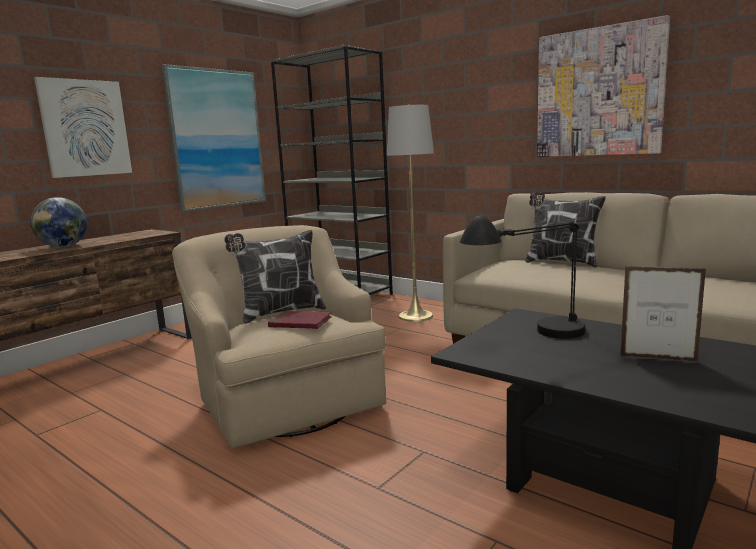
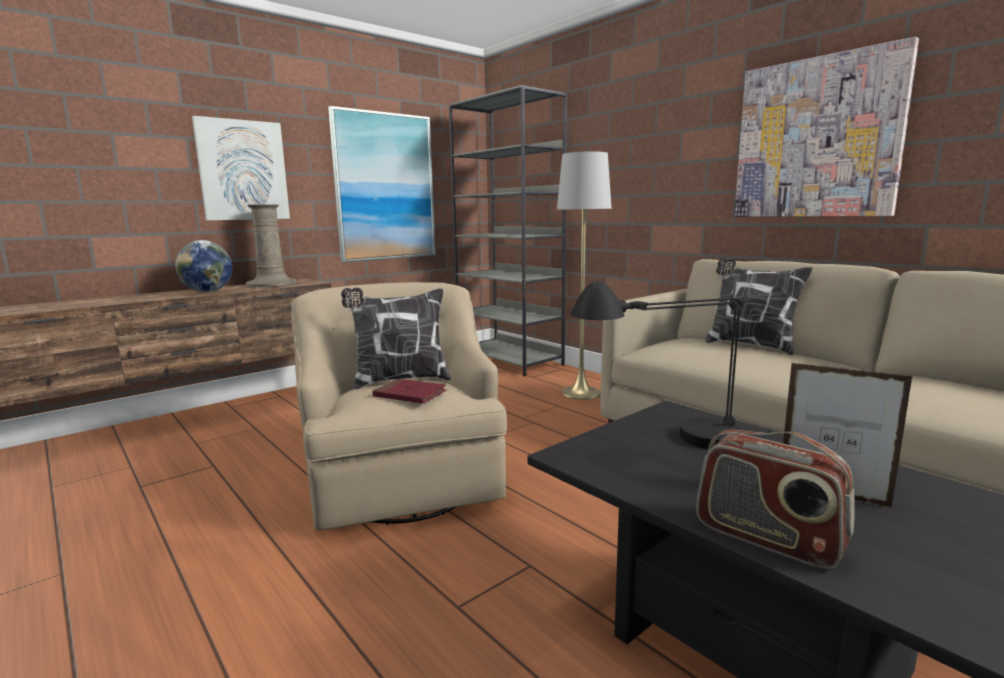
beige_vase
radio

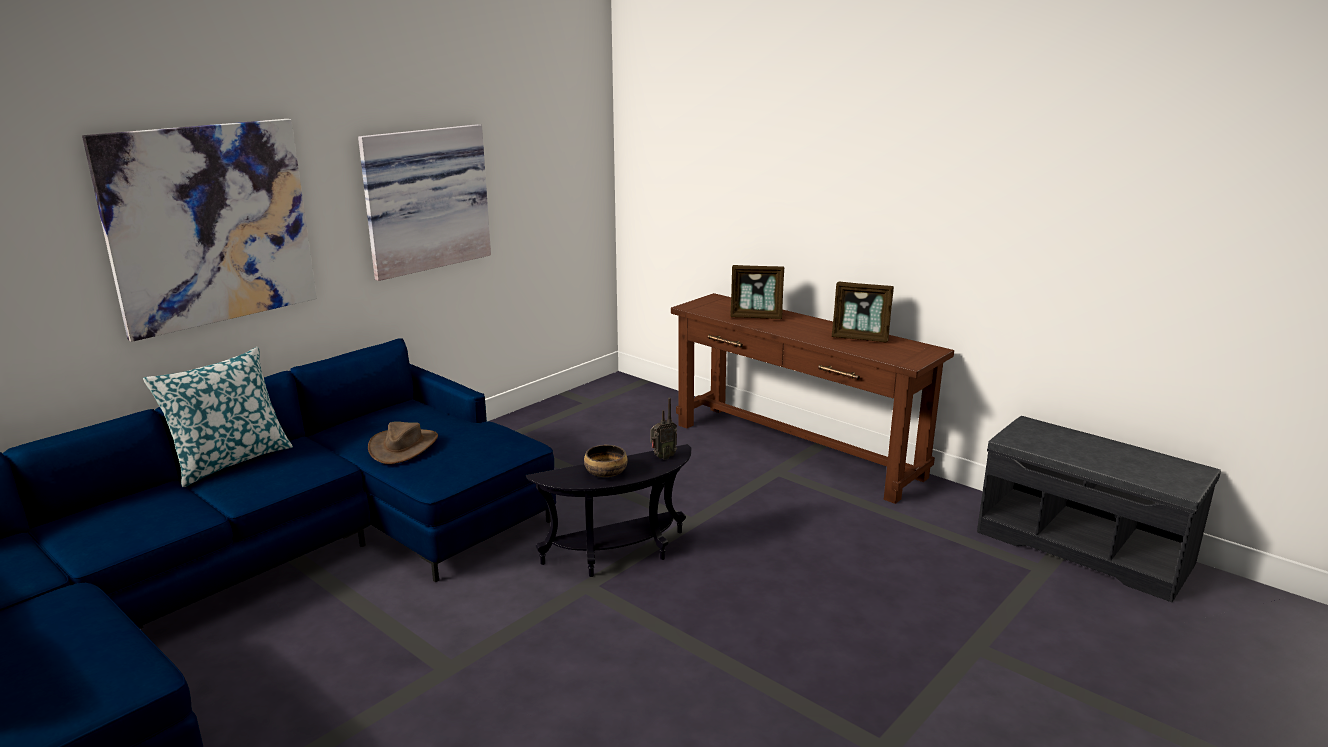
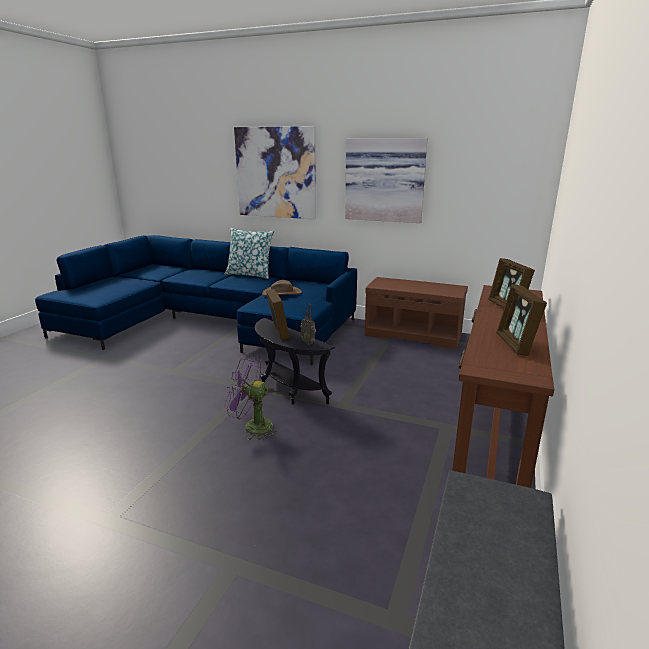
purple_fan
brown_bench
picture_frame (no. 1 from left)

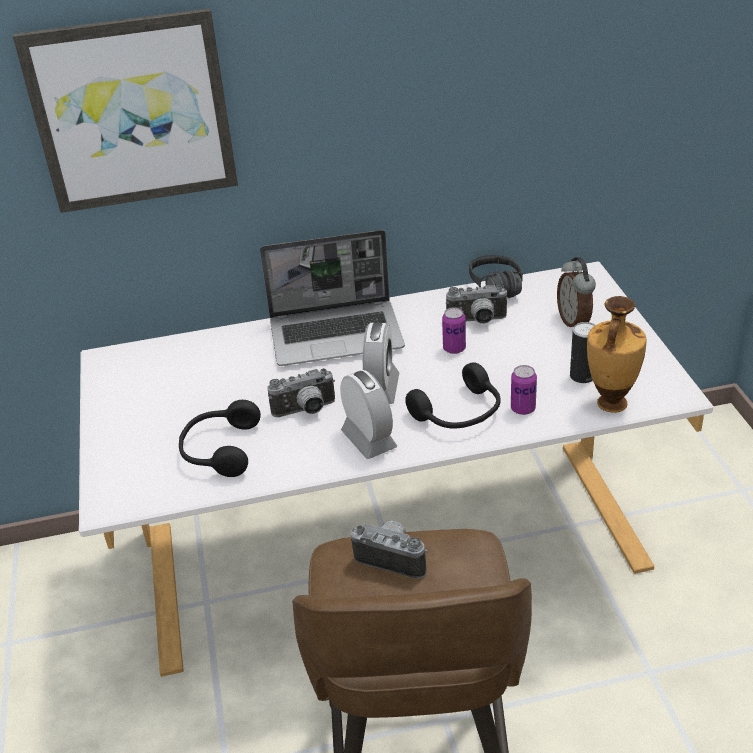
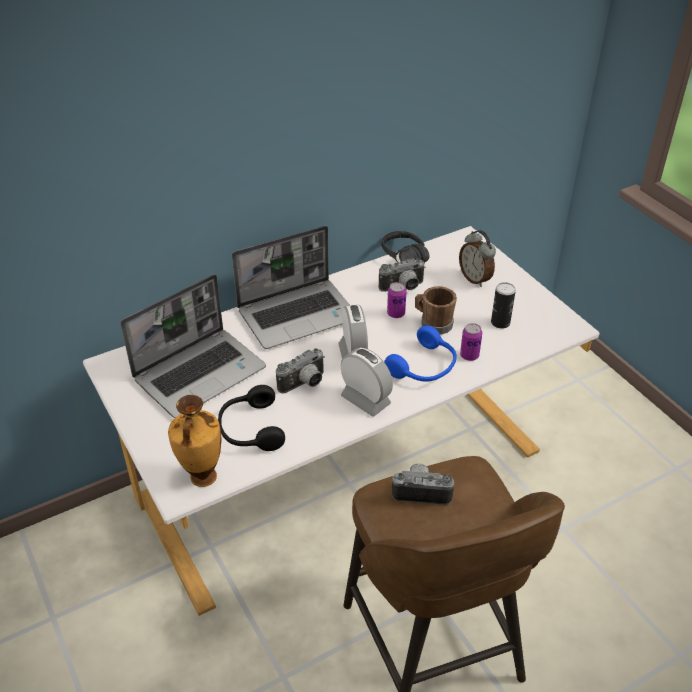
picture
laptop (no. 1 from left)
brown_mug
vase
blue_headphones

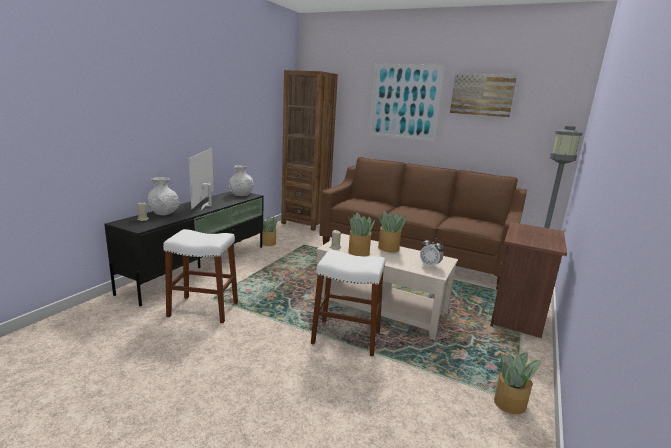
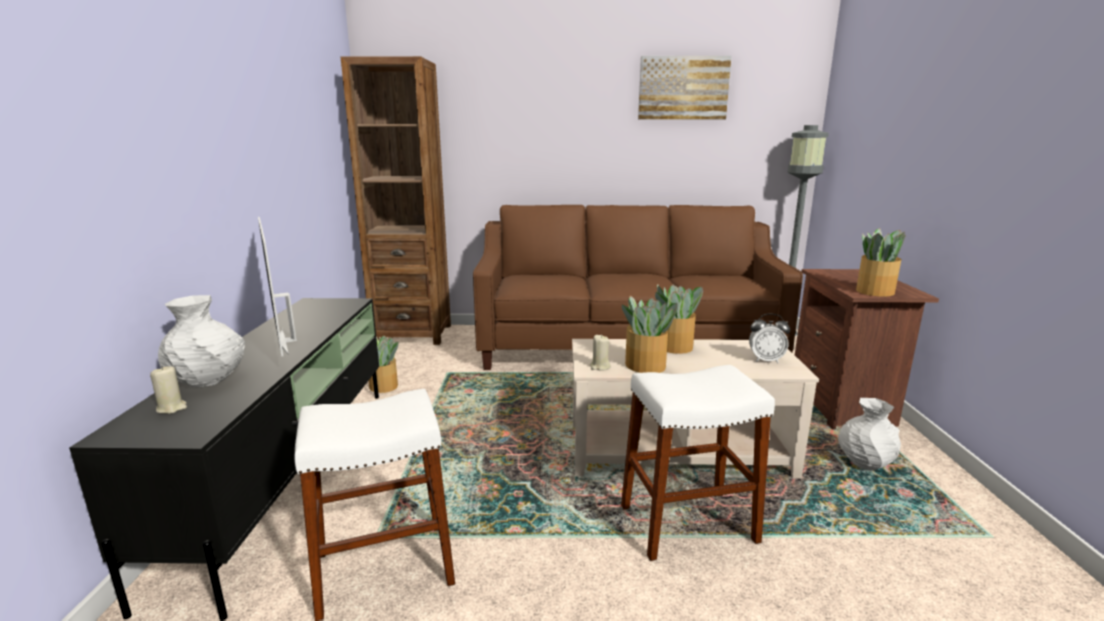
picture (no. 1 from left in the first image)
white_vase (no. 2 from left)
potted_plant (no. 4 from left)

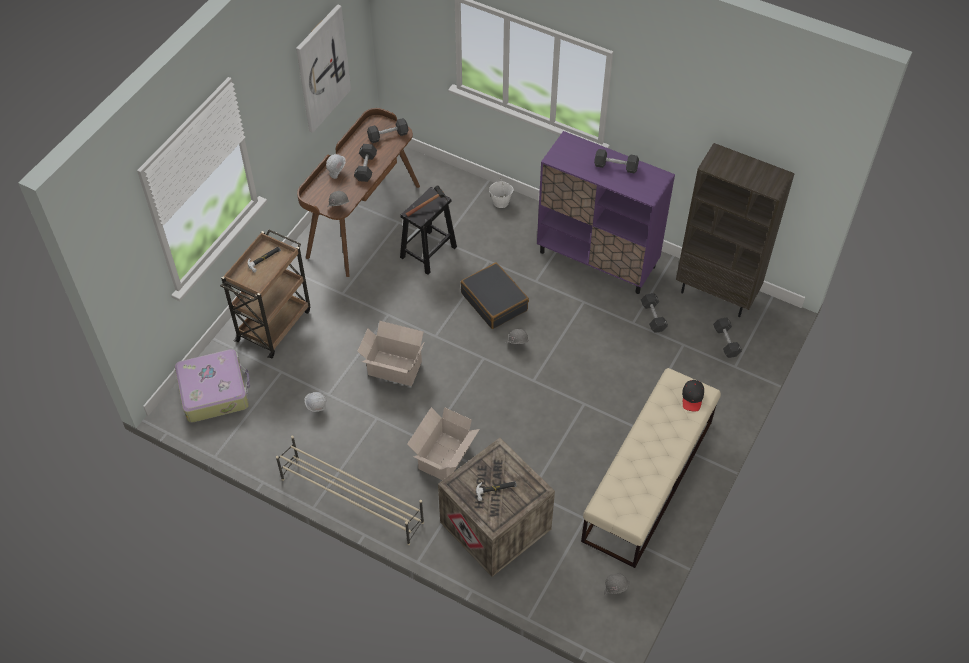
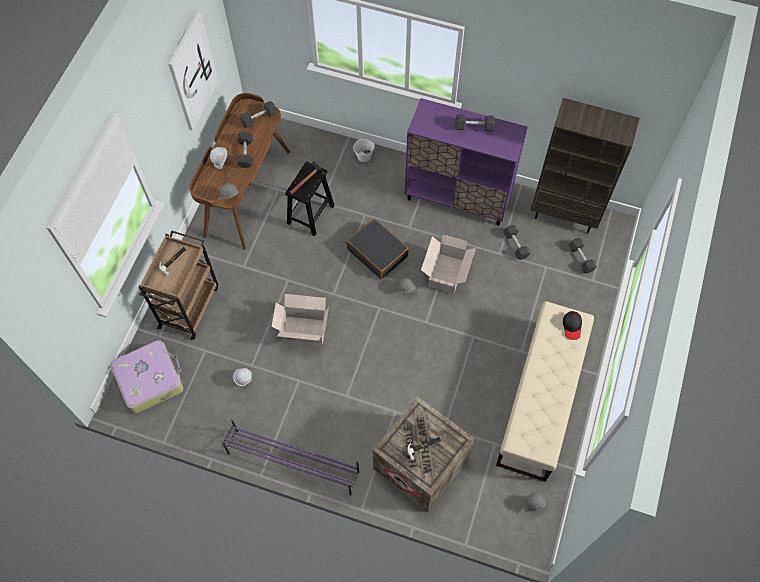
cardboard_box (no. 2 from left)
purple_shoe_rack

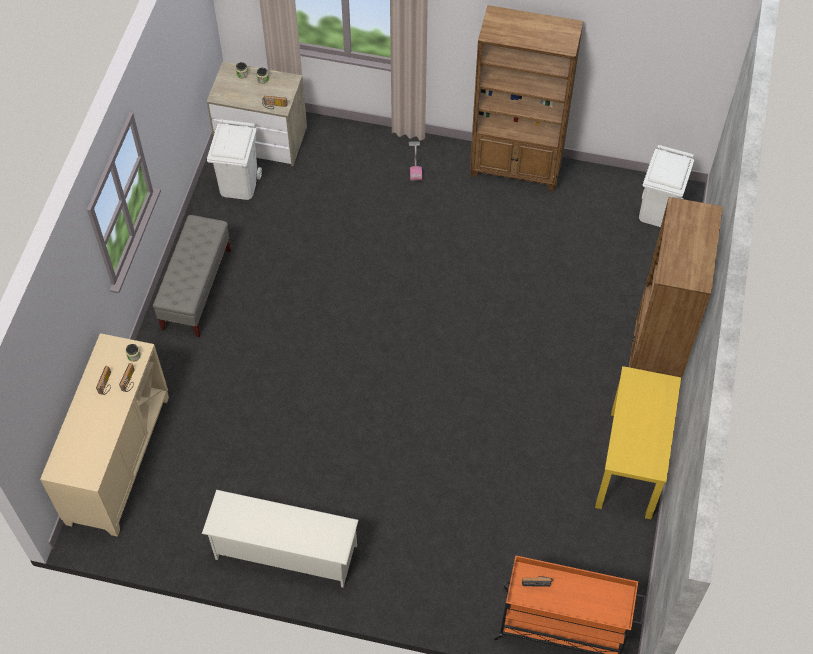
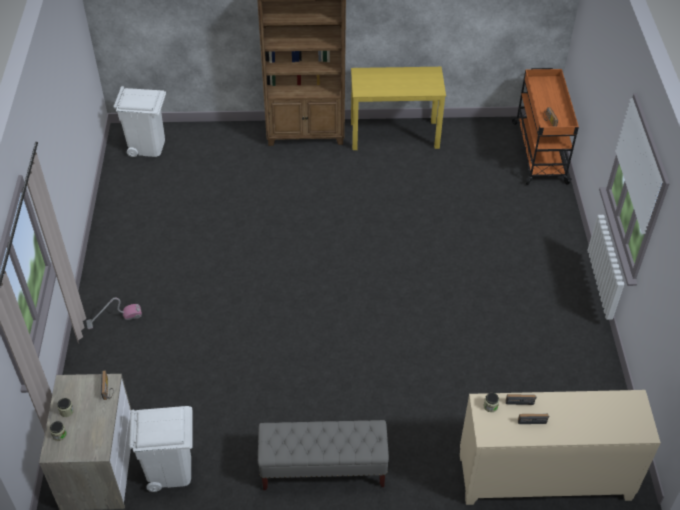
white_shoe_rack
brown_bookcase (no. 1 from left in the first image)

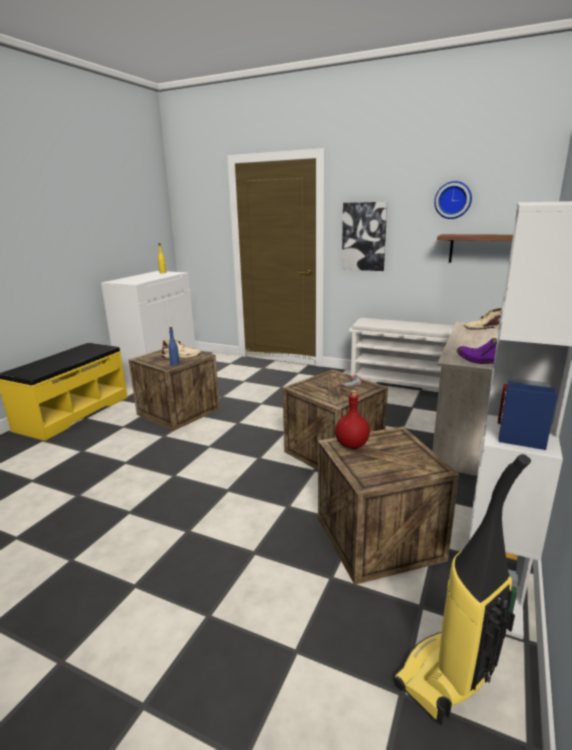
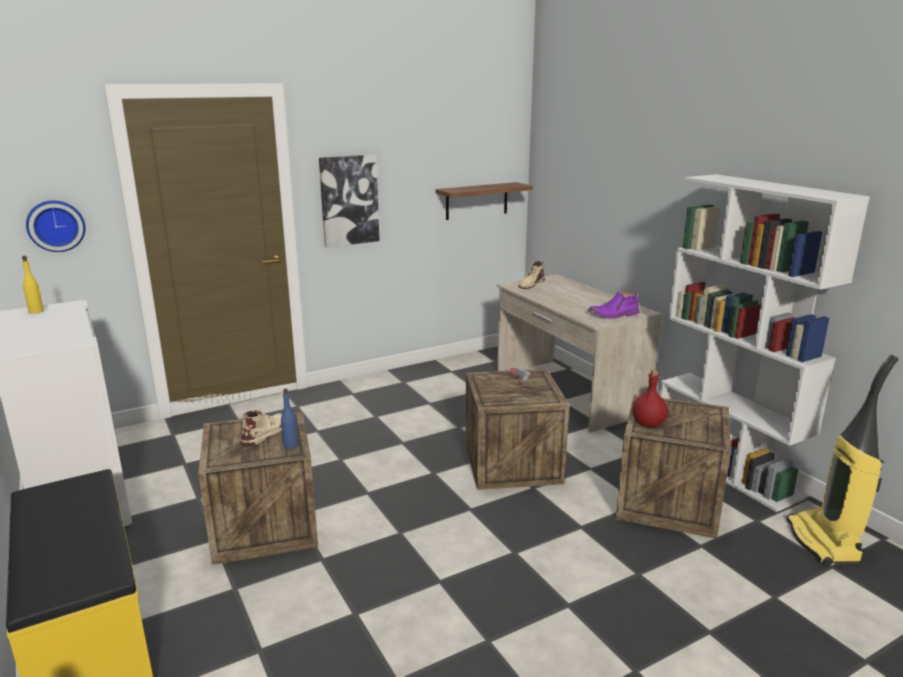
white_shoe_rack
wall_clock

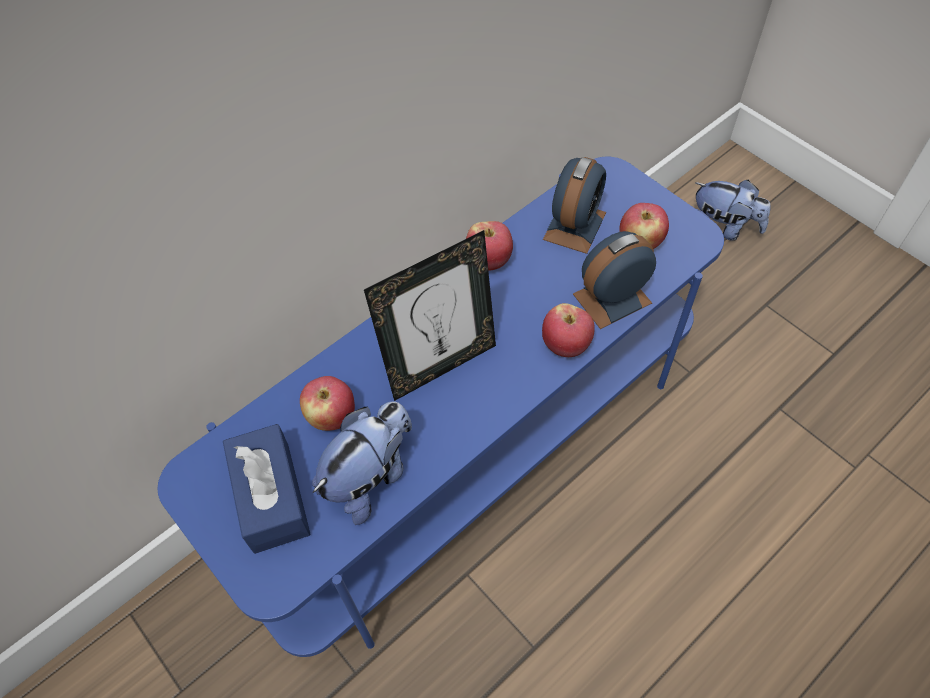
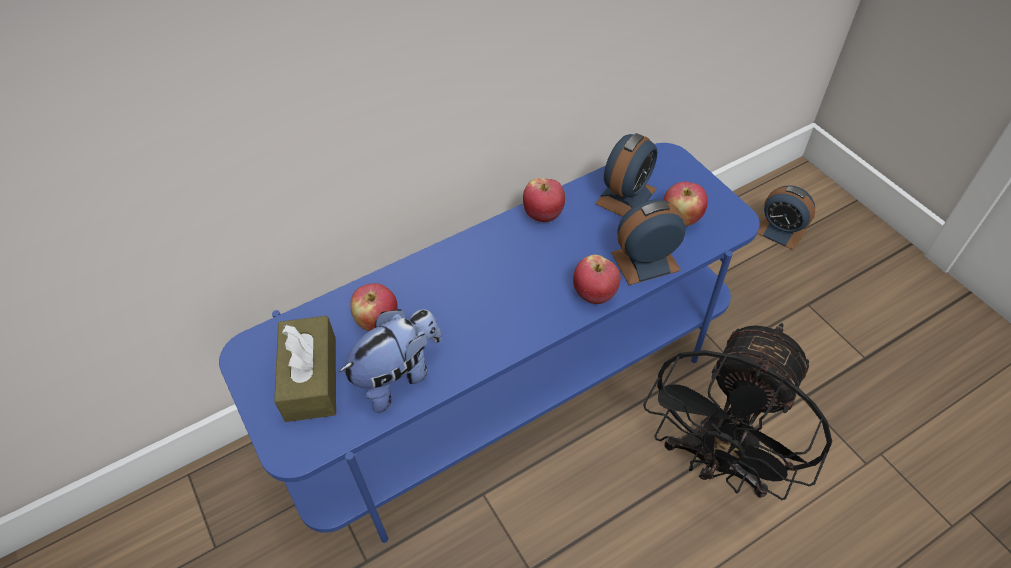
picture_frame
black_fan
alarm_clock (no. 3 from left)
brown_tissue_box

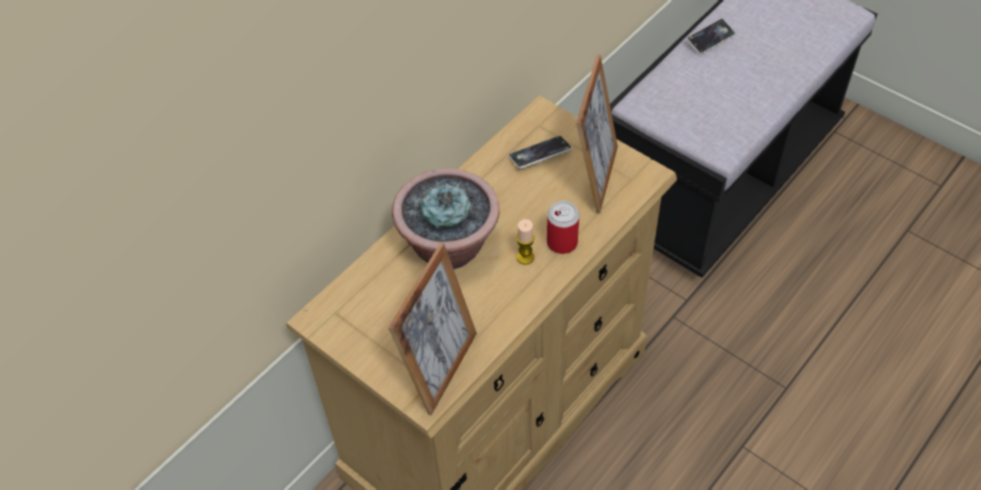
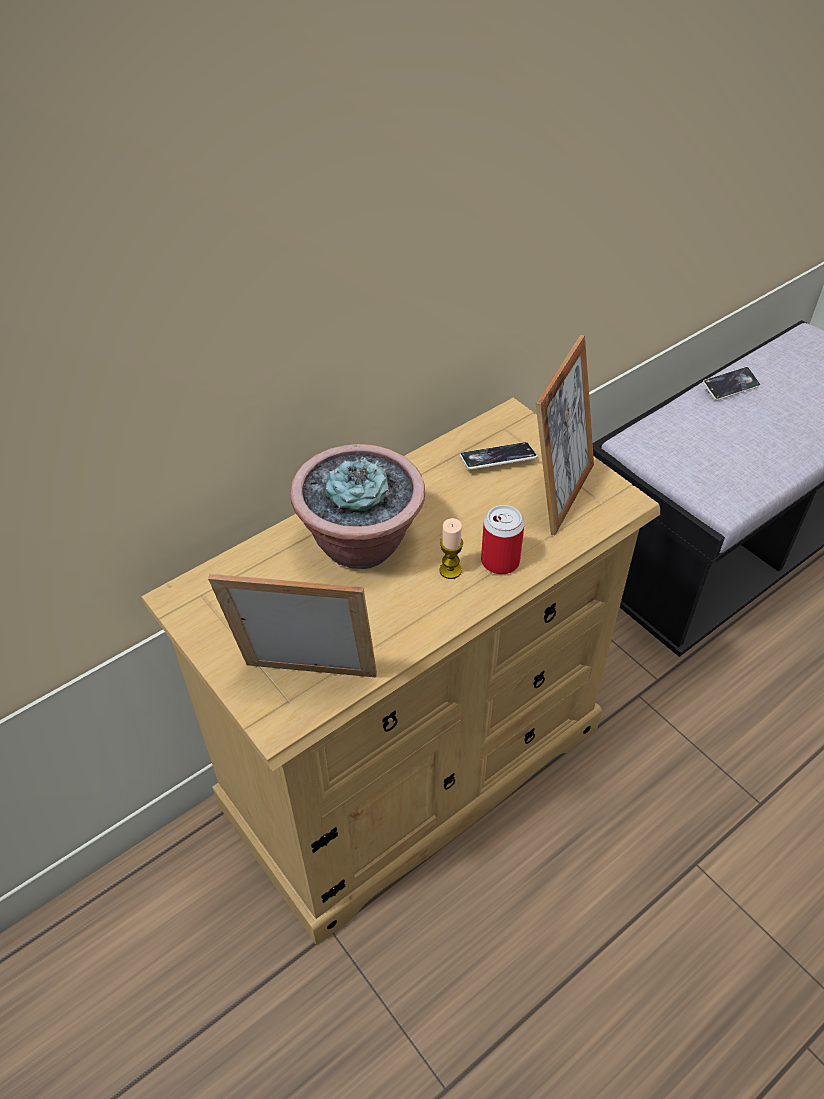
picture_frame (no. 1 from left)

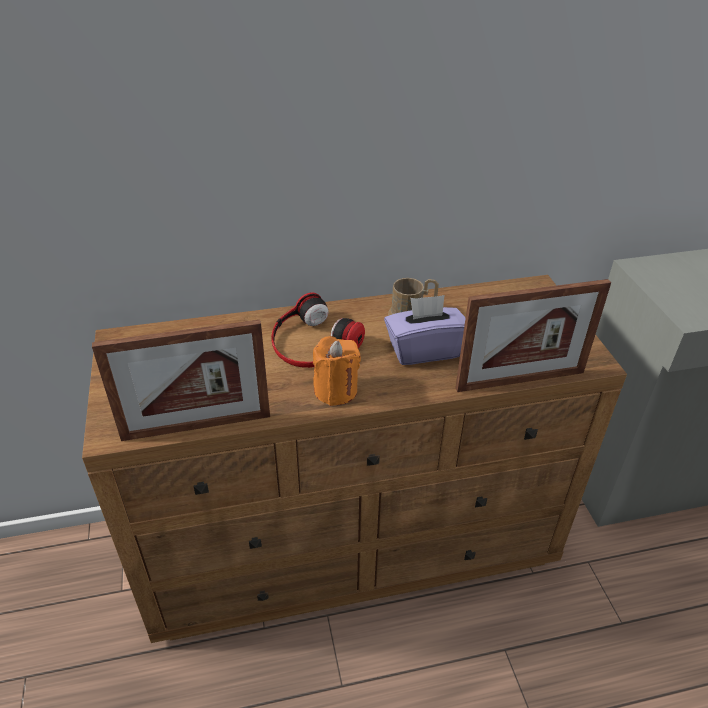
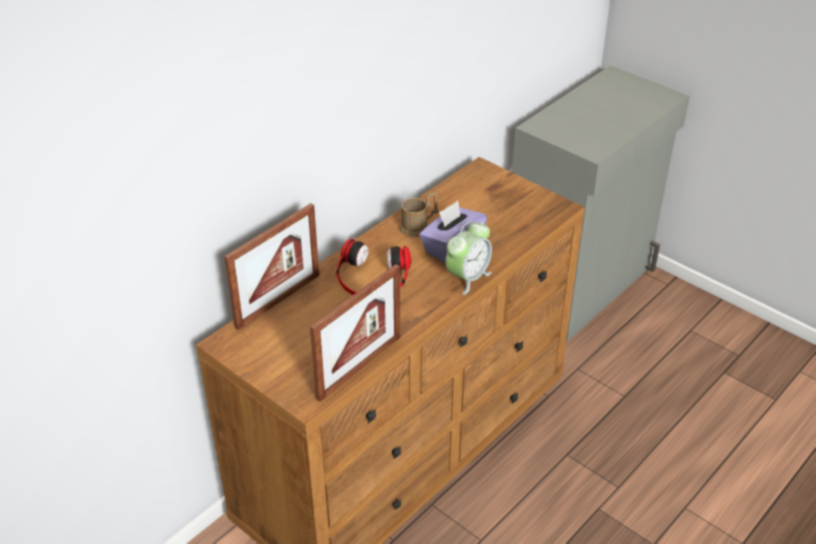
orange_candle
alarm_clock
picture_frame (no. 1 from left)

